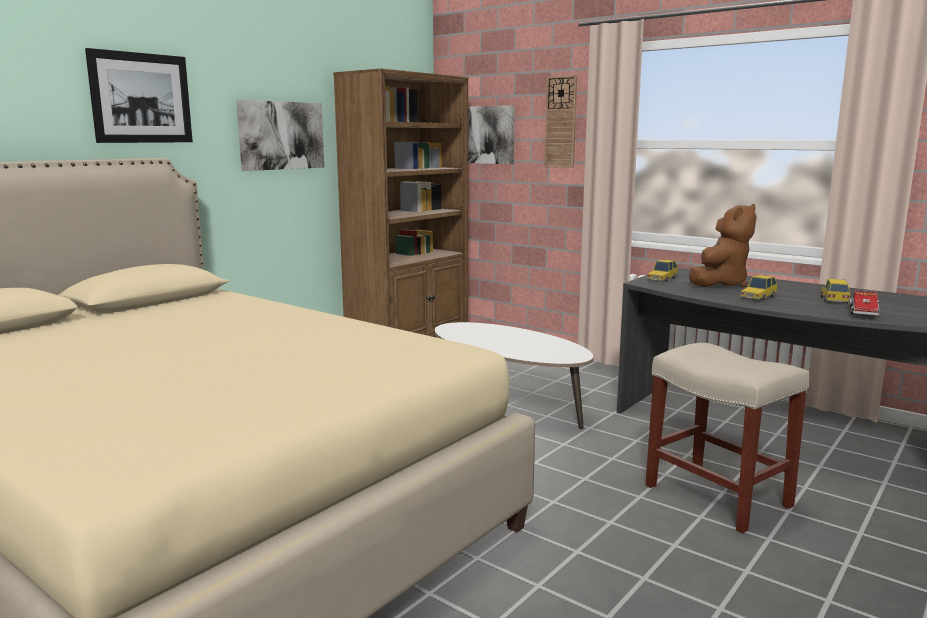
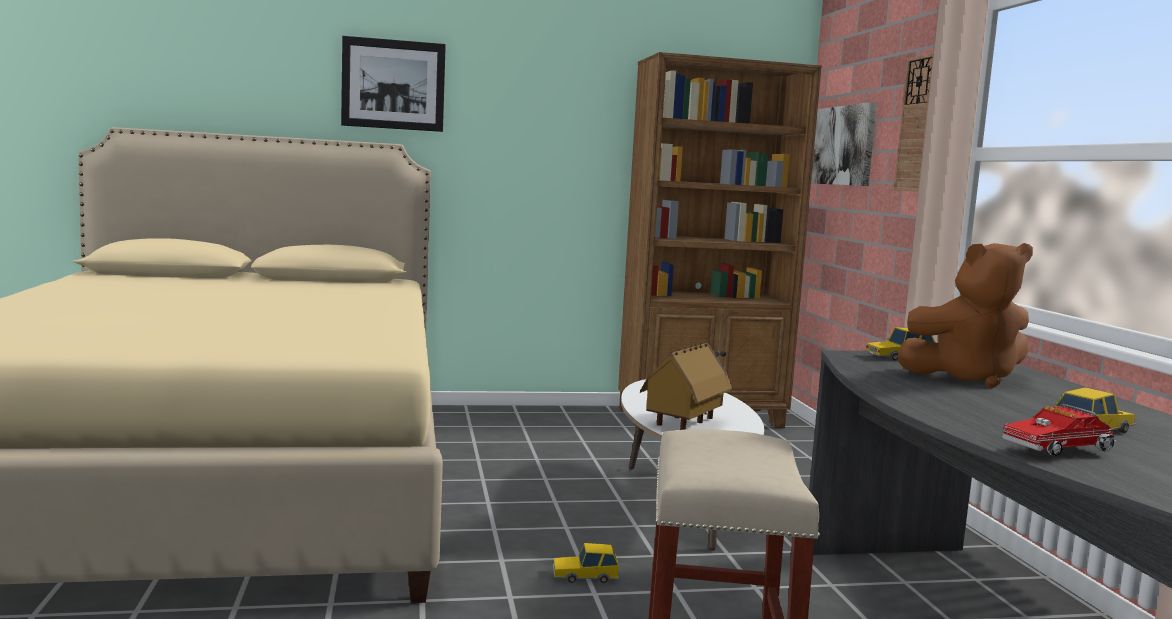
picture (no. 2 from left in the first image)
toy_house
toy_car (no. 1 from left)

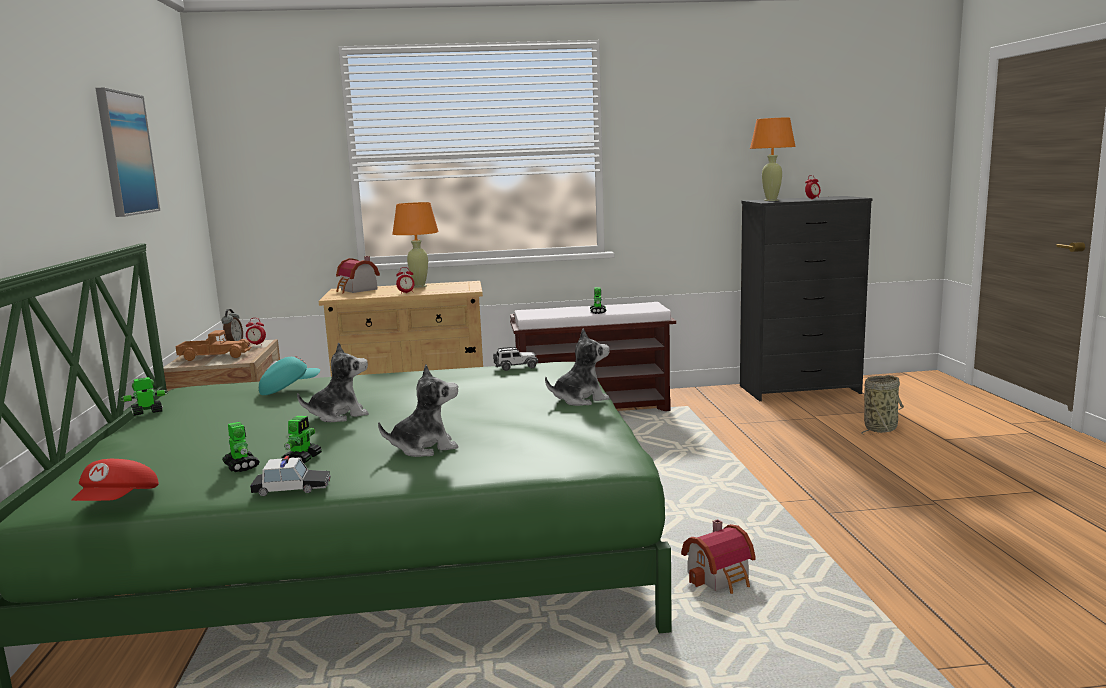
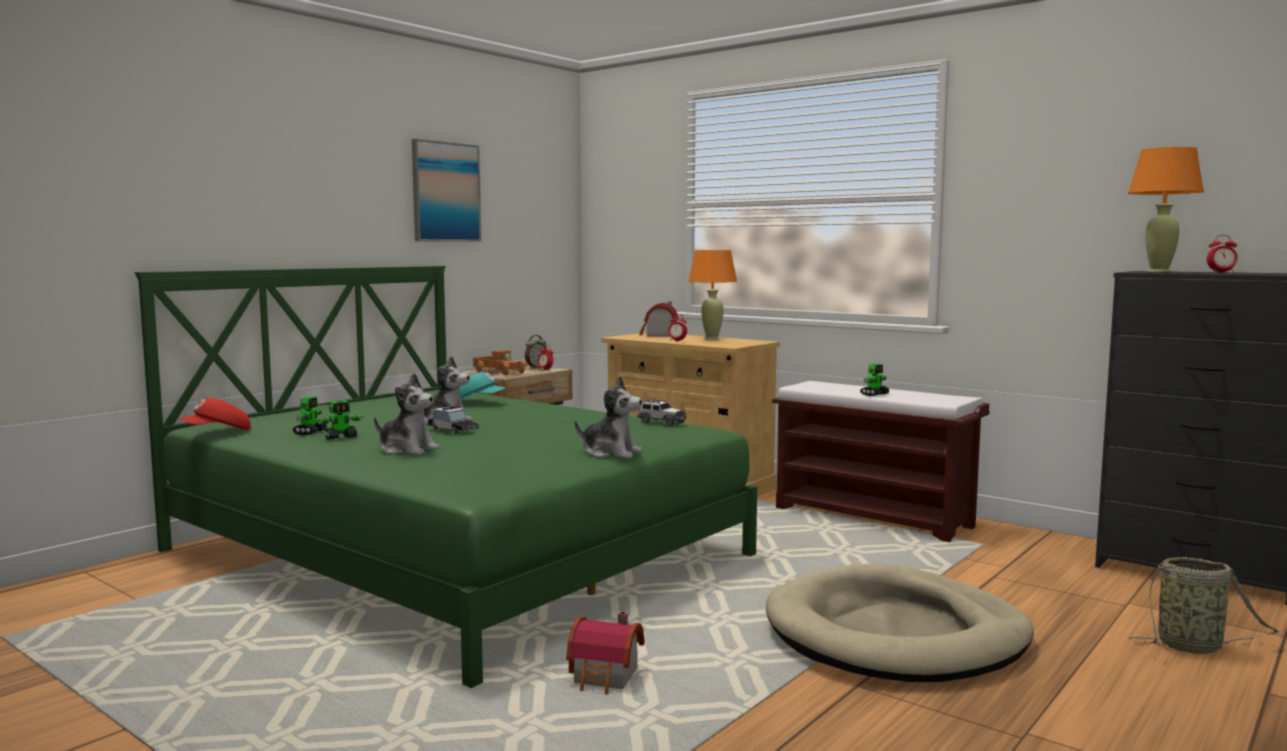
toy_robot (no. 1 from left in the first image)
beige_dog_bed
toy_car (no. 1 from left)

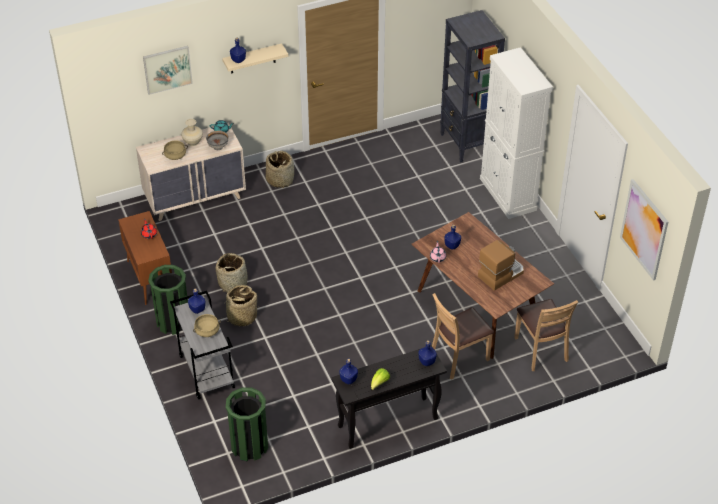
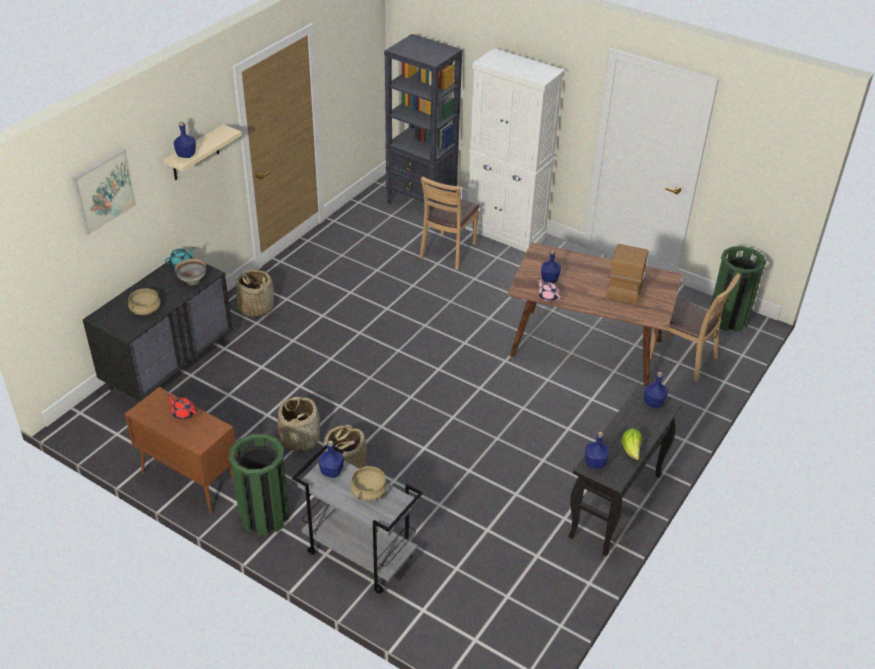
beige_vase
picture (no. 2 from left in the first image)
green_trash_can (no. 2 from left)
brown_chair (no. 1 from left)
black_dresser

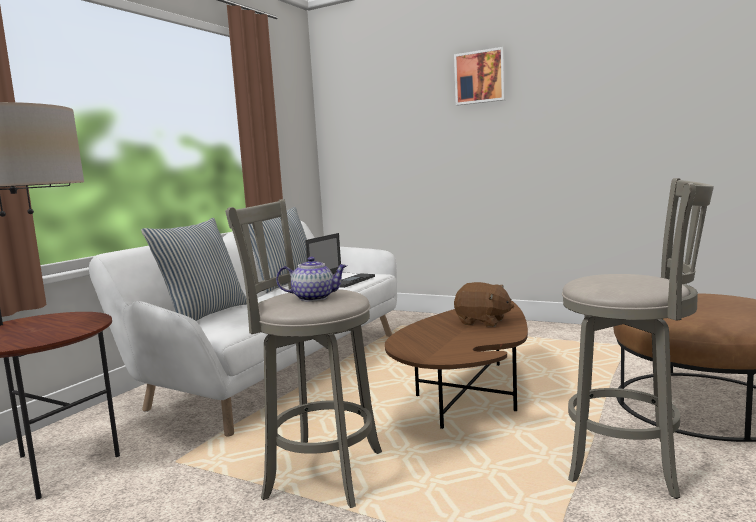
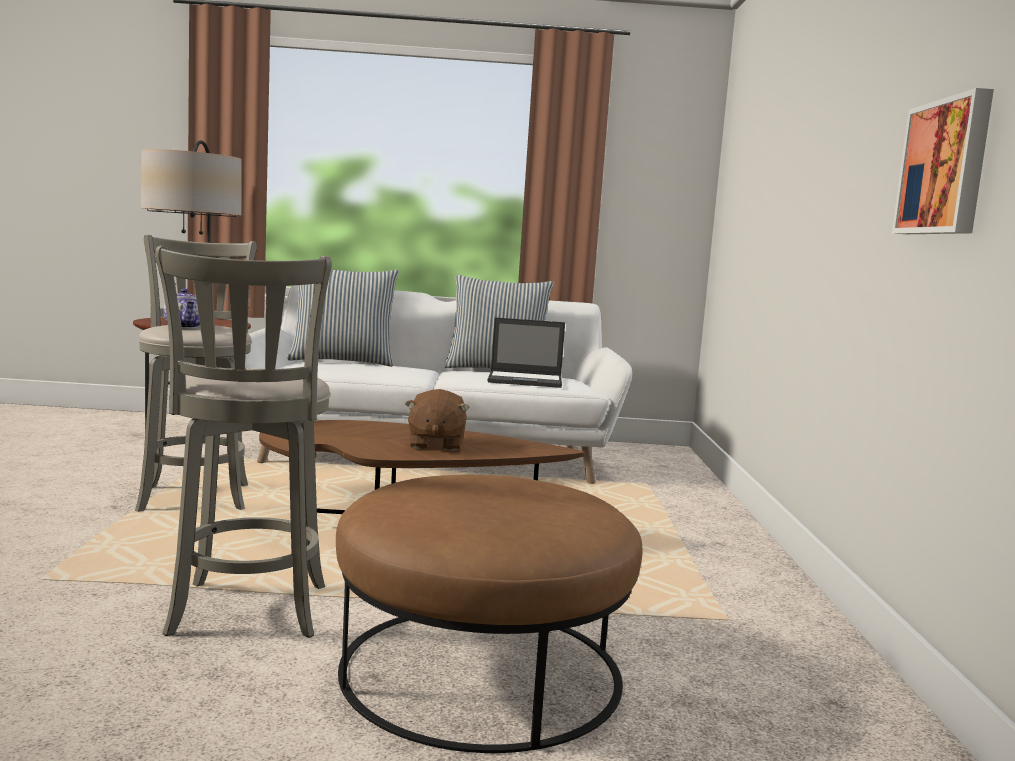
picture

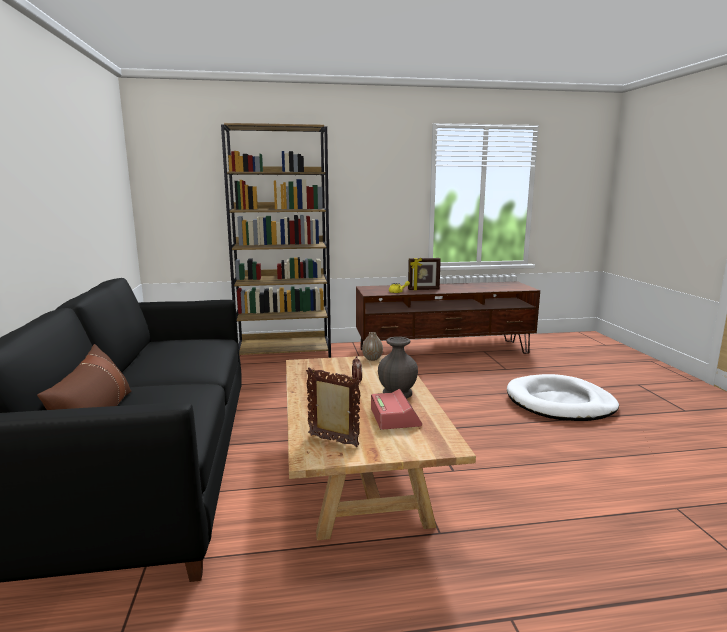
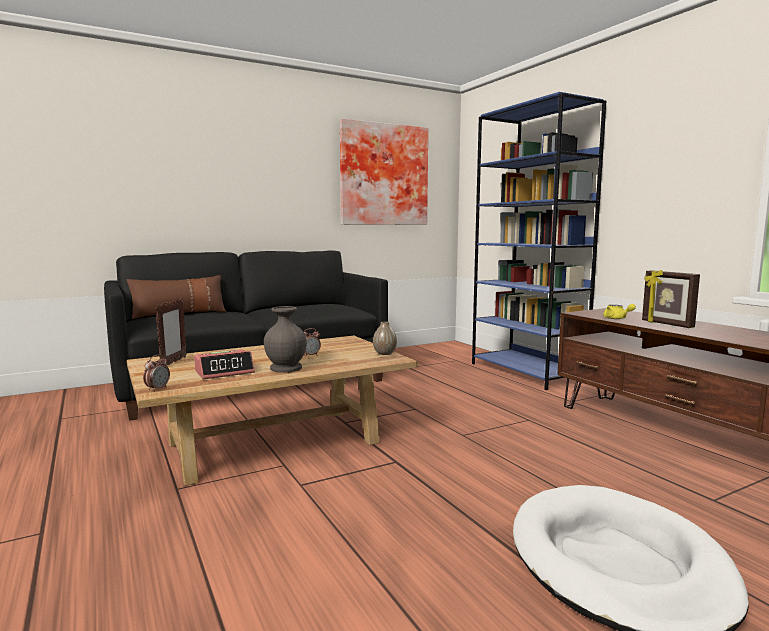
alarm_clock (no. 1 from left)
picture
blue_bookcase

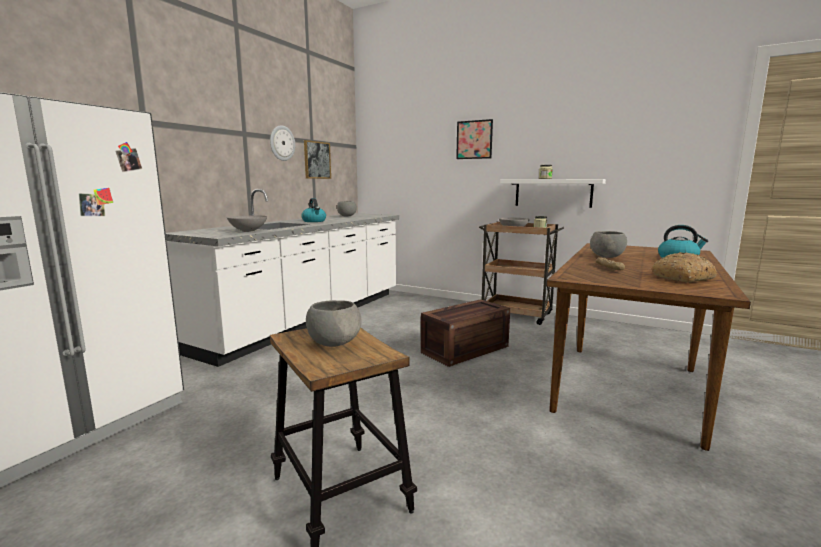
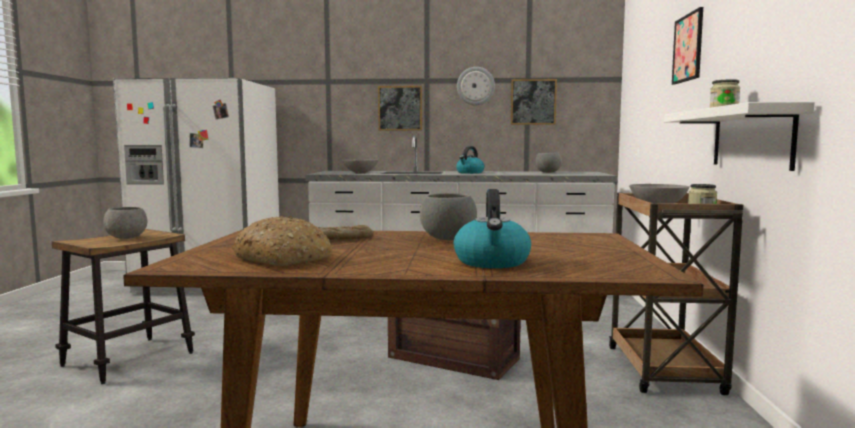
picture (no. 1 from left)

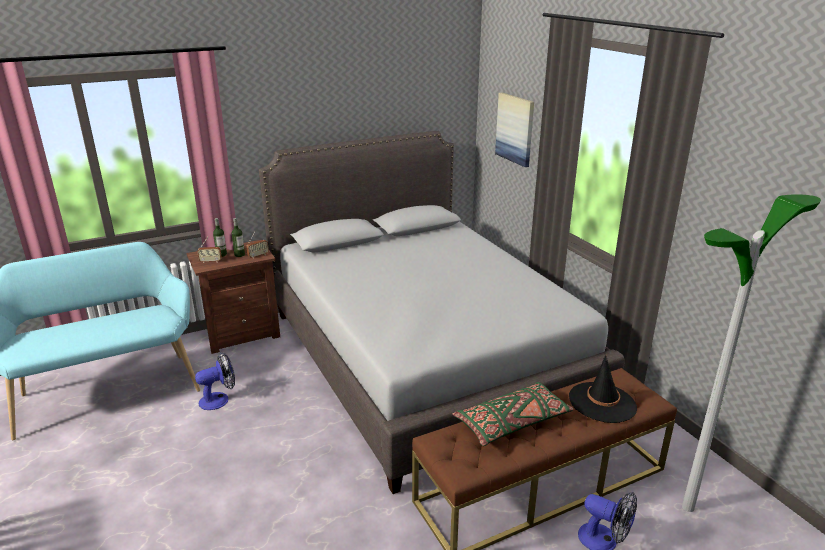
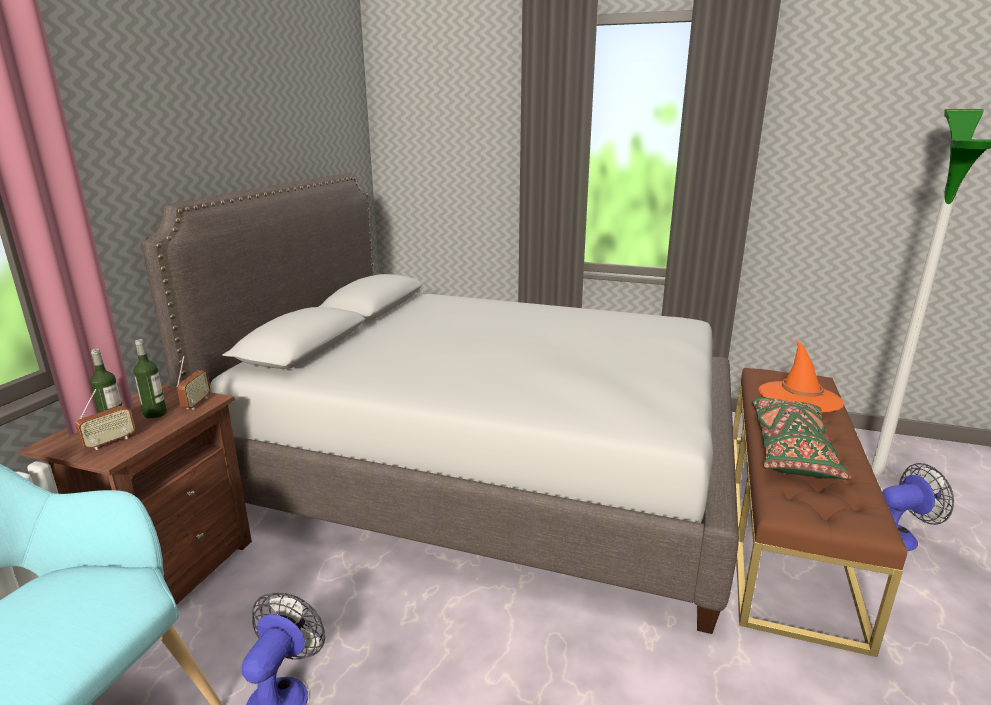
picture
orange_hat

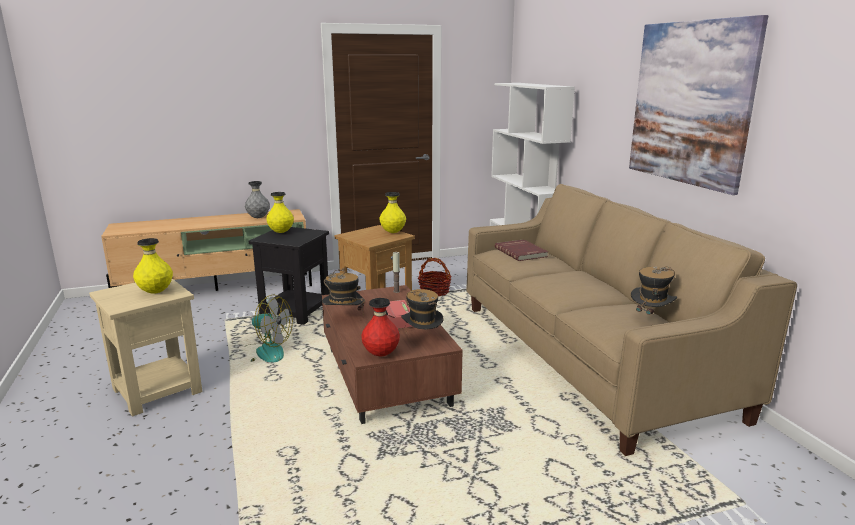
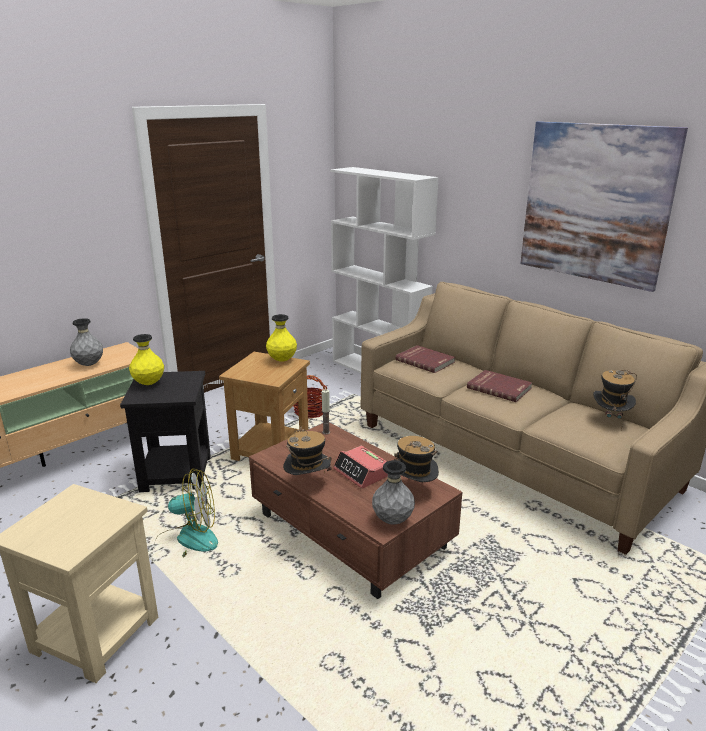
yellow_vase (no. 1 from left in the first image)
red_book (no. 2 from left)
grey_vase (no. 2 from left)

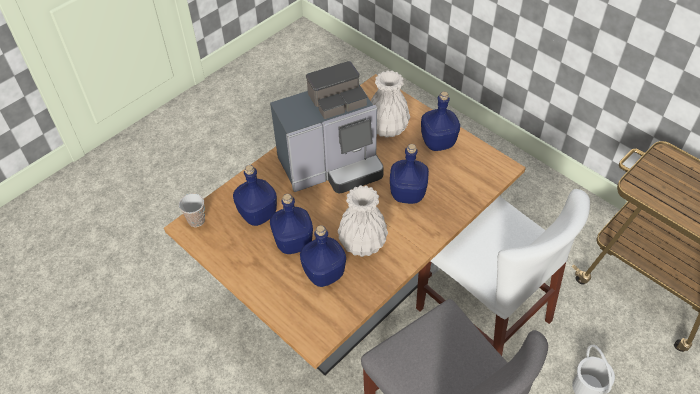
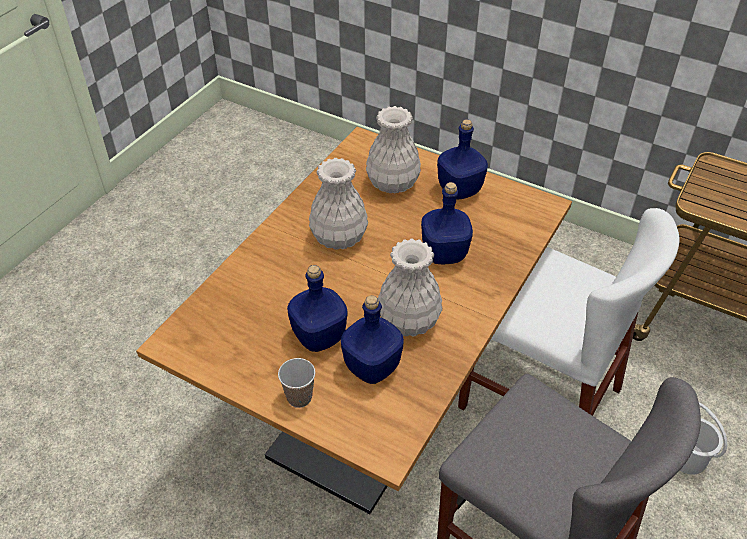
blue_bottle (no. 1 from left in the first image)
cup
white_vase (no. 1 from left)

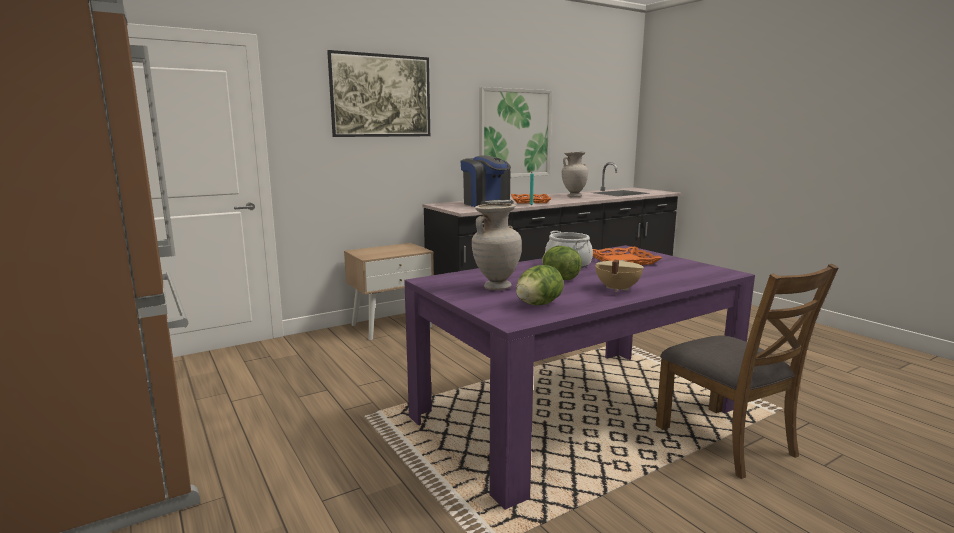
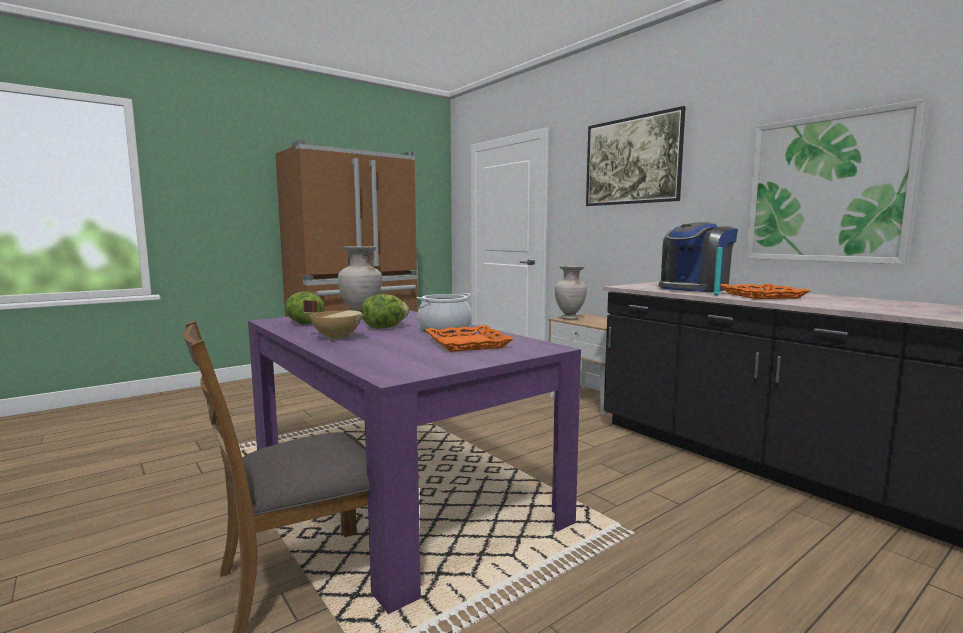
beige_vase (no. 2 from left)

